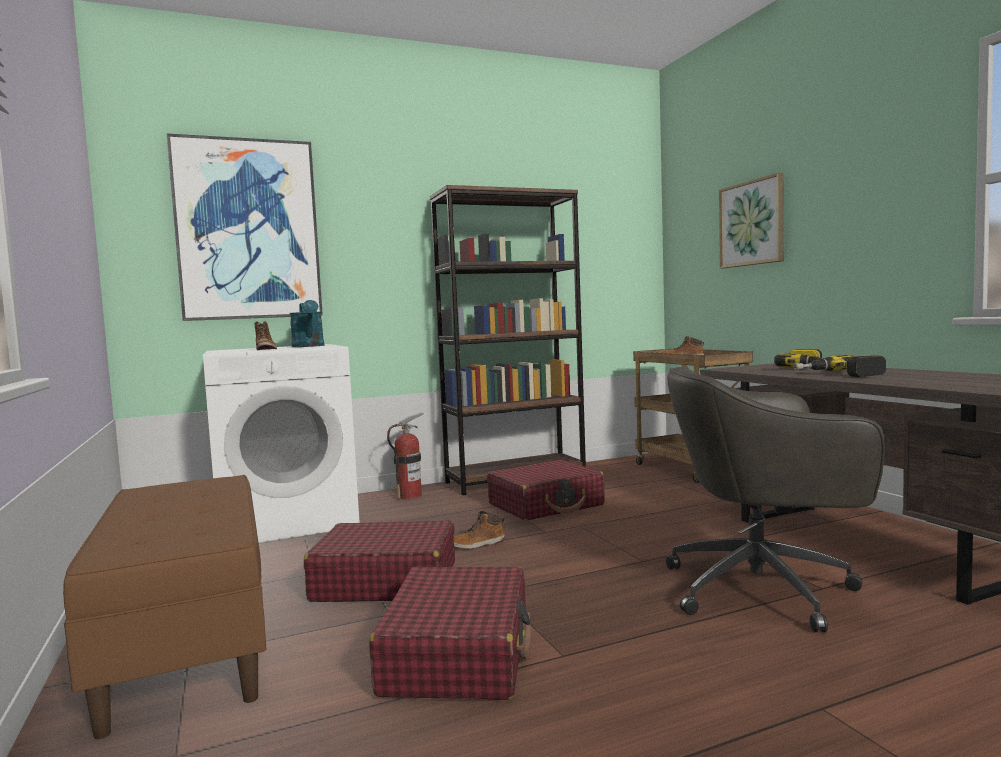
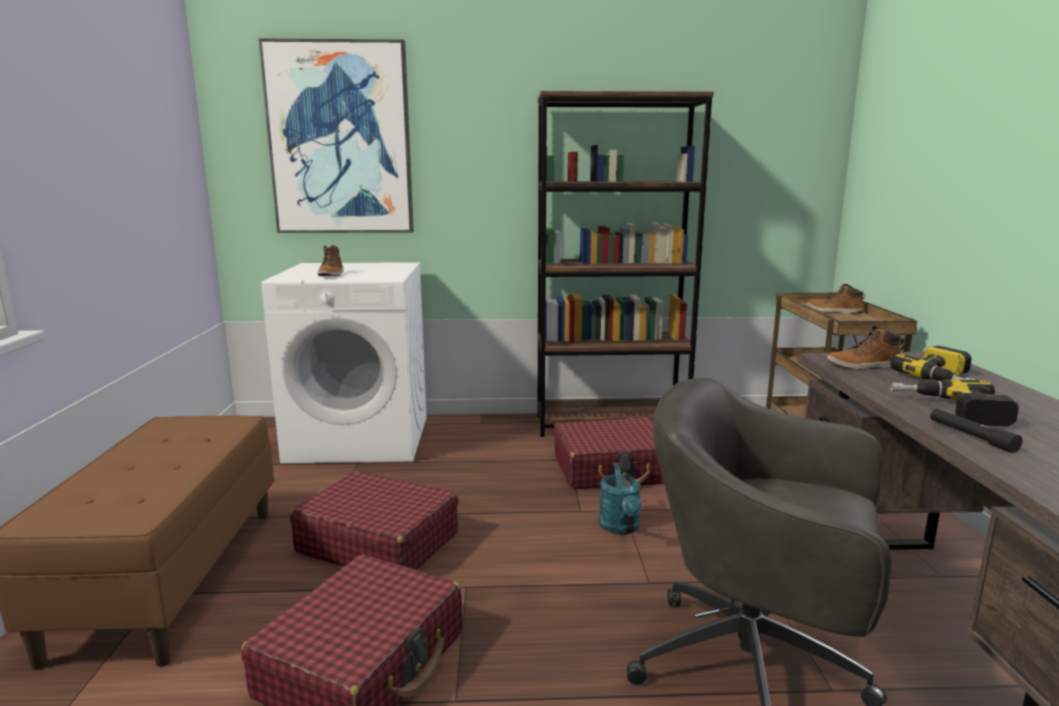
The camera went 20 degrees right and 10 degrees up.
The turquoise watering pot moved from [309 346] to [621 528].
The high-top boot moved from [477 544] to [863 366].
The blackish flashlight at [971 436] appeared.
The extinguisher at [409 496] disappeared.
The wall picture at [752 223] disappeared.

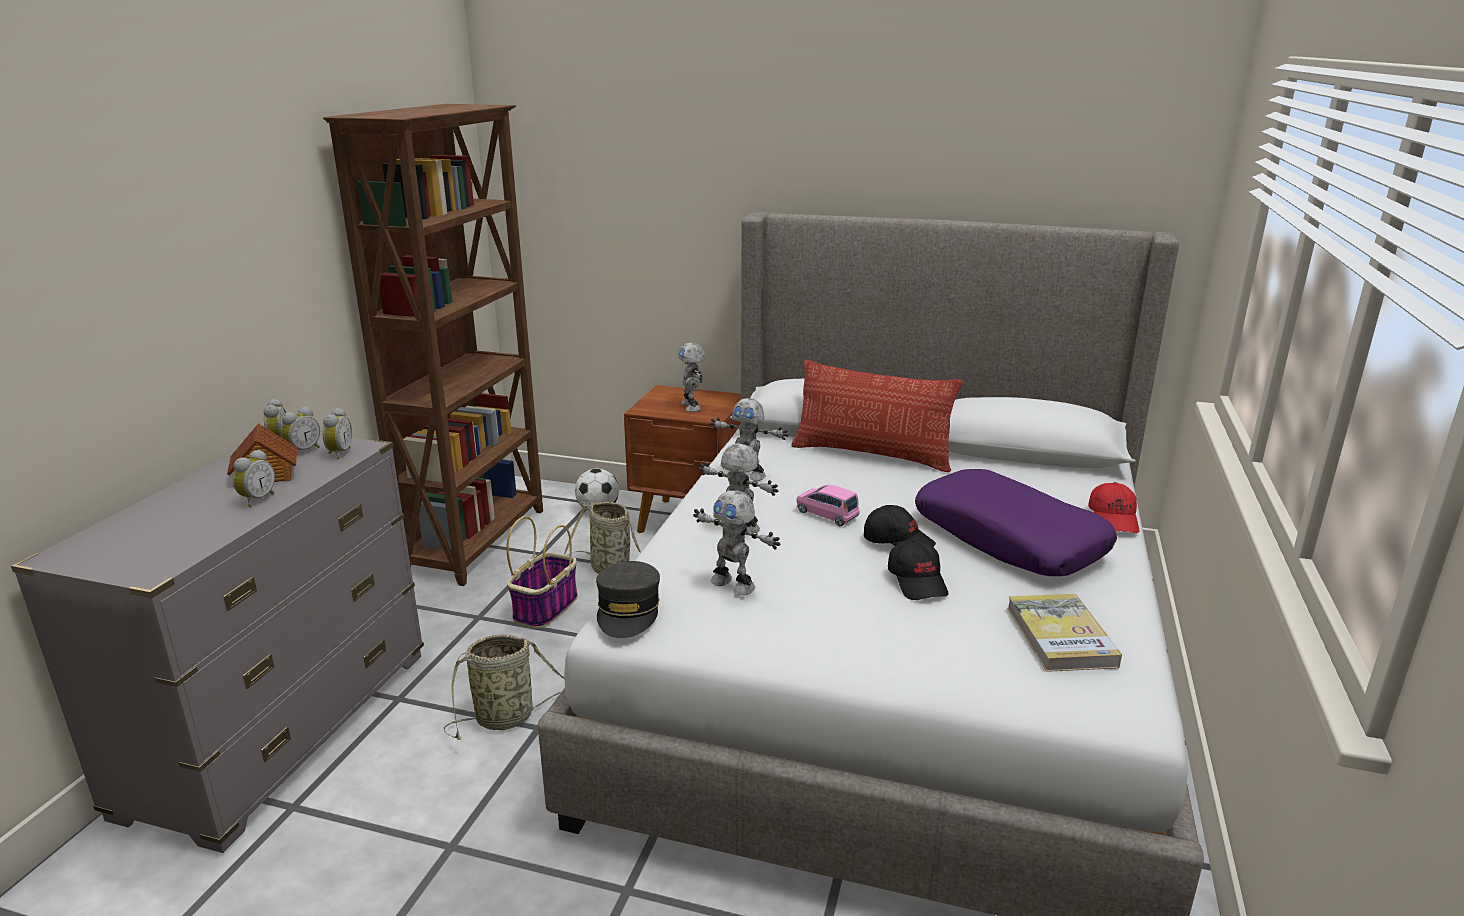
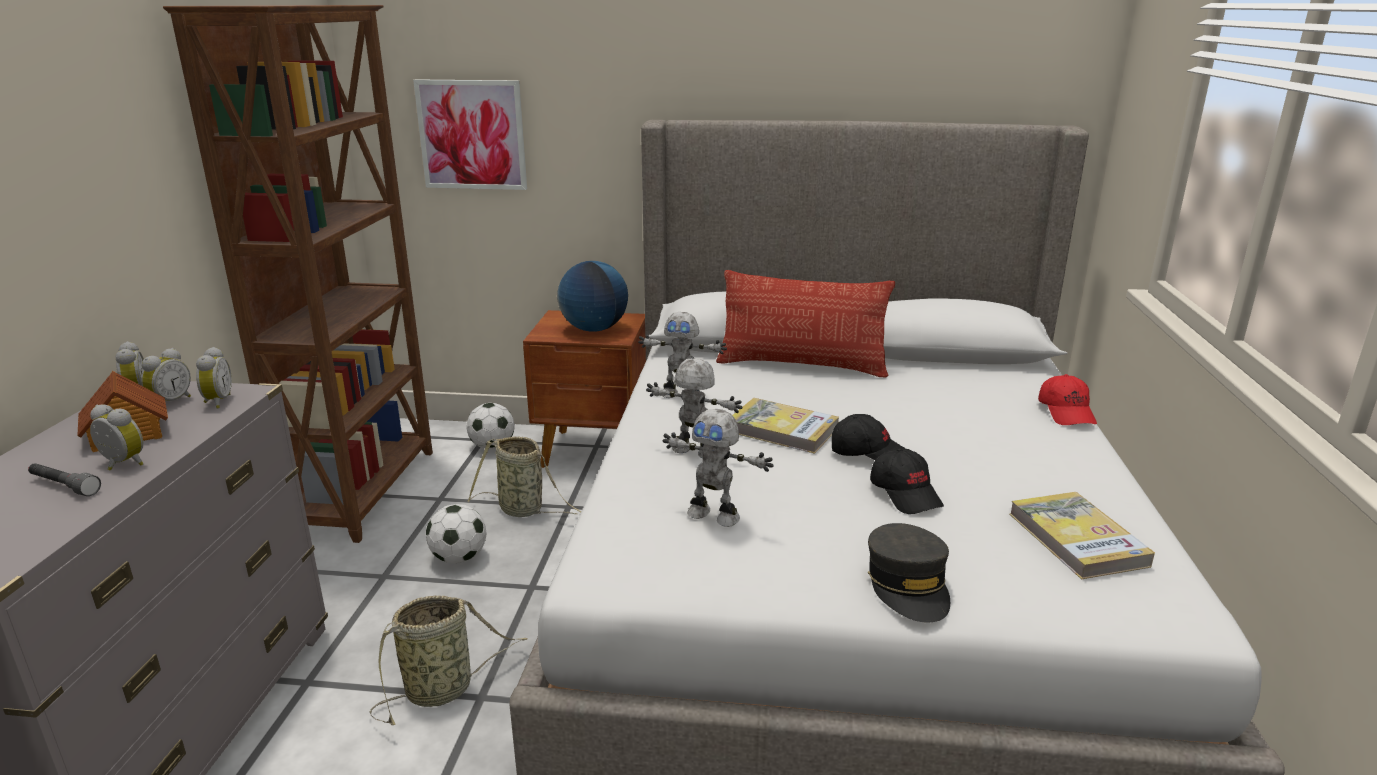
The camera went 10 degrees left and 0 degrees up.
The gray flashlight at [64 486] appeared.
The bedside clock at [256 500] turned 75 degrees counterclockwise.
The wall picture at [472 135] appeared.
The household basket at [546 608] was replaced by the football ball at [459 558].
The model robot at [692 406] was replaced by the world globe at [594 329].
The pink-coloured model car at [827 514] was replaced by the book at [782 430].
The gray cap moved from [628 611] to [908 585].
The purplish throw pillow at [1009 539] disappeared.

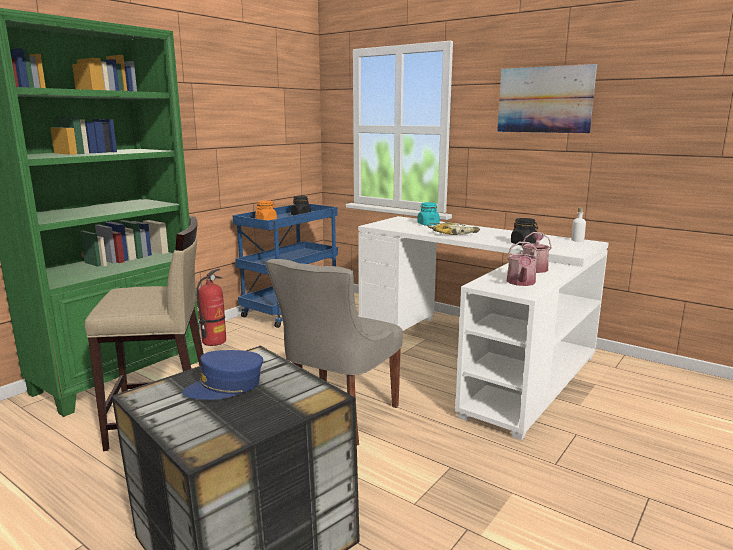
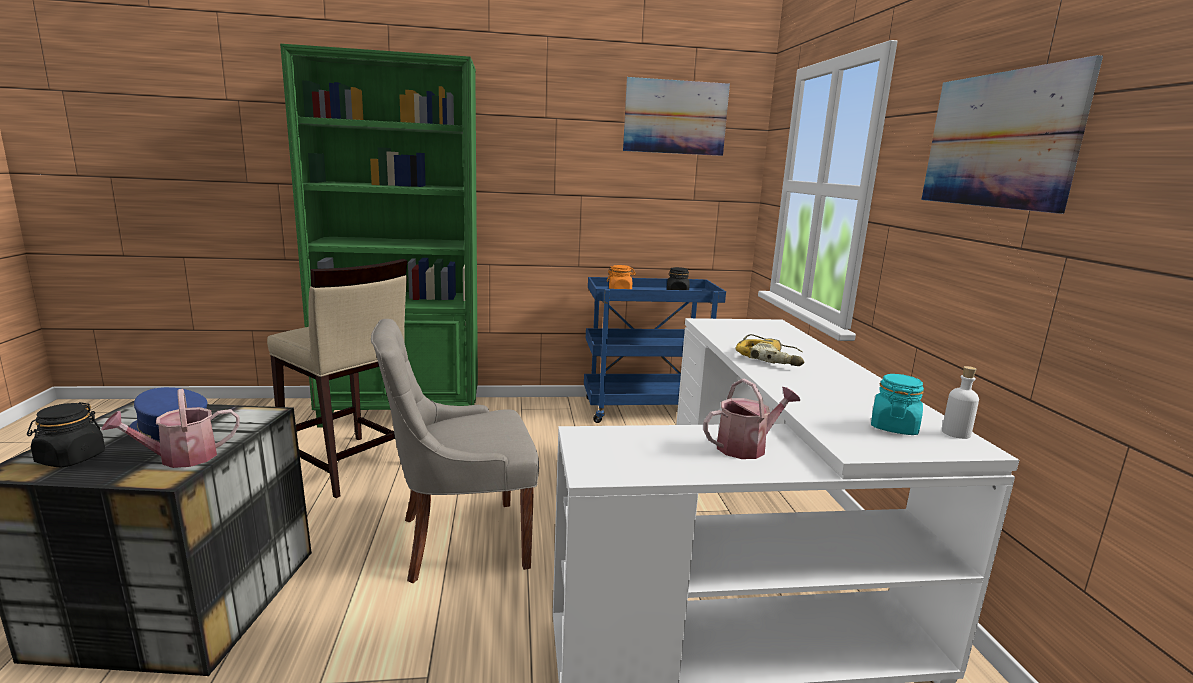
The camera went 45 degrees right and 0 degrees up.
The blackish preserve jar moved from [524 244] to [70 459].
The watering pot moved from [521 283] to [180 458].
The wall picture at [675 117] appeared.
The turquoise preserve jar moved from [428 224] to [893 427].
The extinguisher at [214 341] disappeared.

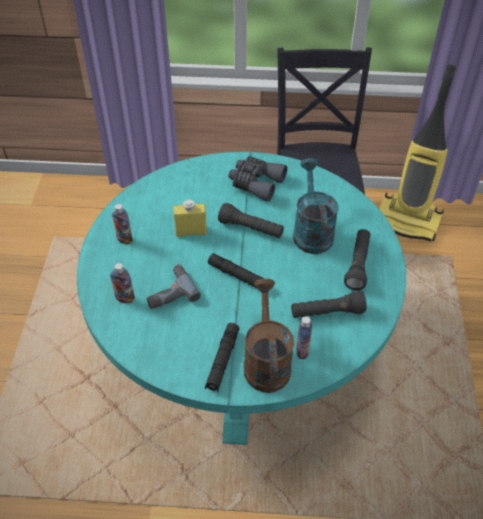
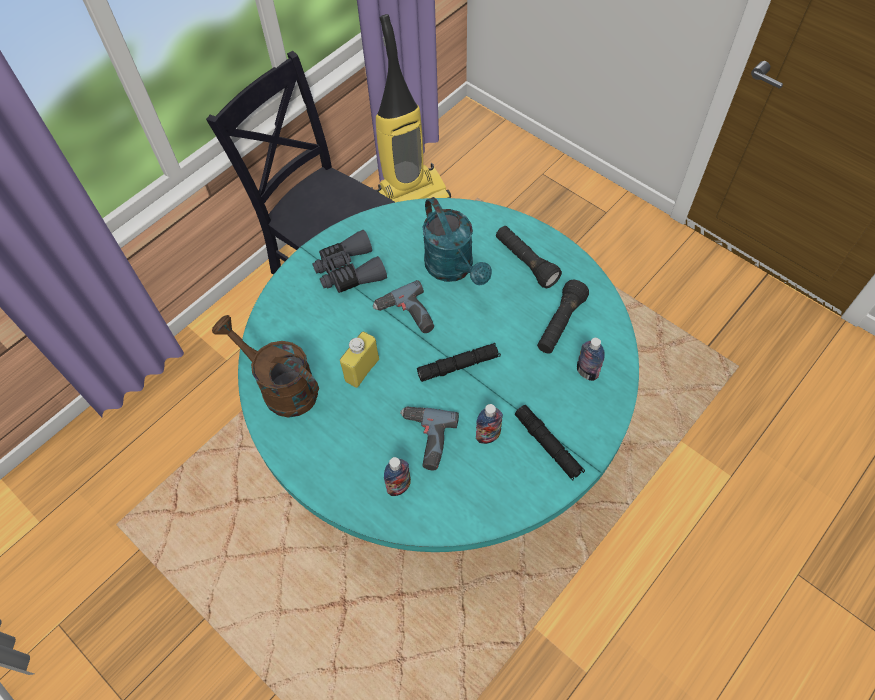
The camera went 50 degrees left and 10 degrees up.
The brown watering pot moved from [266 361] to [281 387].
The blackish flashlight at [251 229] was replaced by the drill at [406 316].
The turquoise watering pot at [311 231] turned 150 degrees counterclockwise.
The drink bottle moved from [124 239] to [488 436].

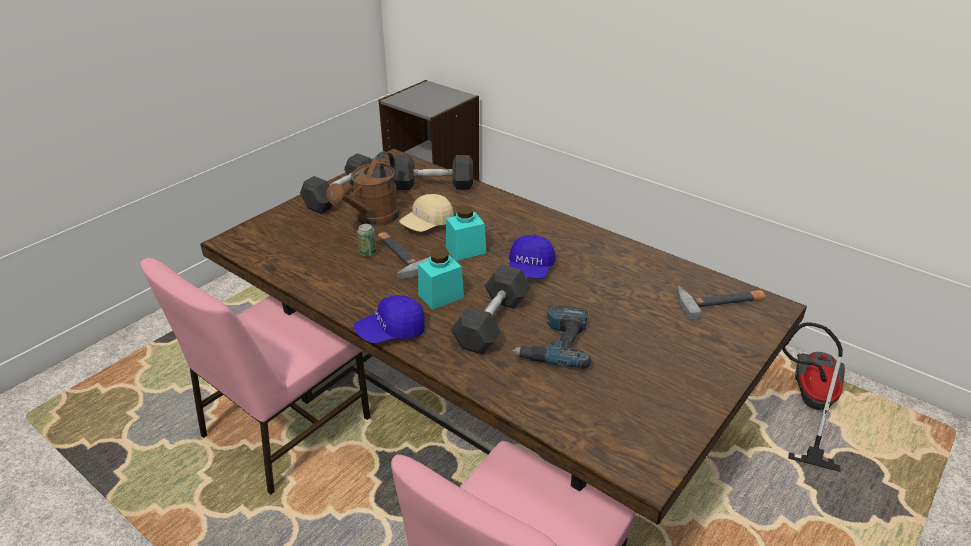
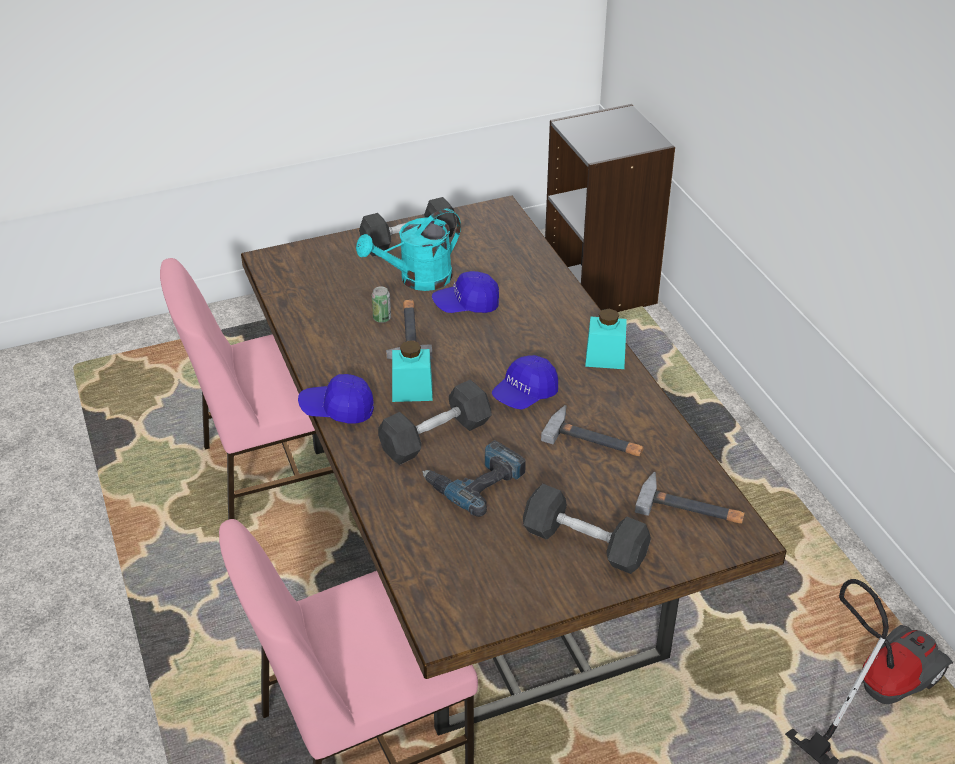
The camera went 30 degrees right and 5 degrees up.
The brown watering pot at [372 219] became the turquoise watering pot at [417 279].
The sand-coloured cap at [427 224] became the blue-coloured cap at [466 305].
The gray free weight moved from [433 185] to [584 544].
The hand hammer at [595 439] appeared.
The turquoise preserve jar moved from [465 250] to [605 358].

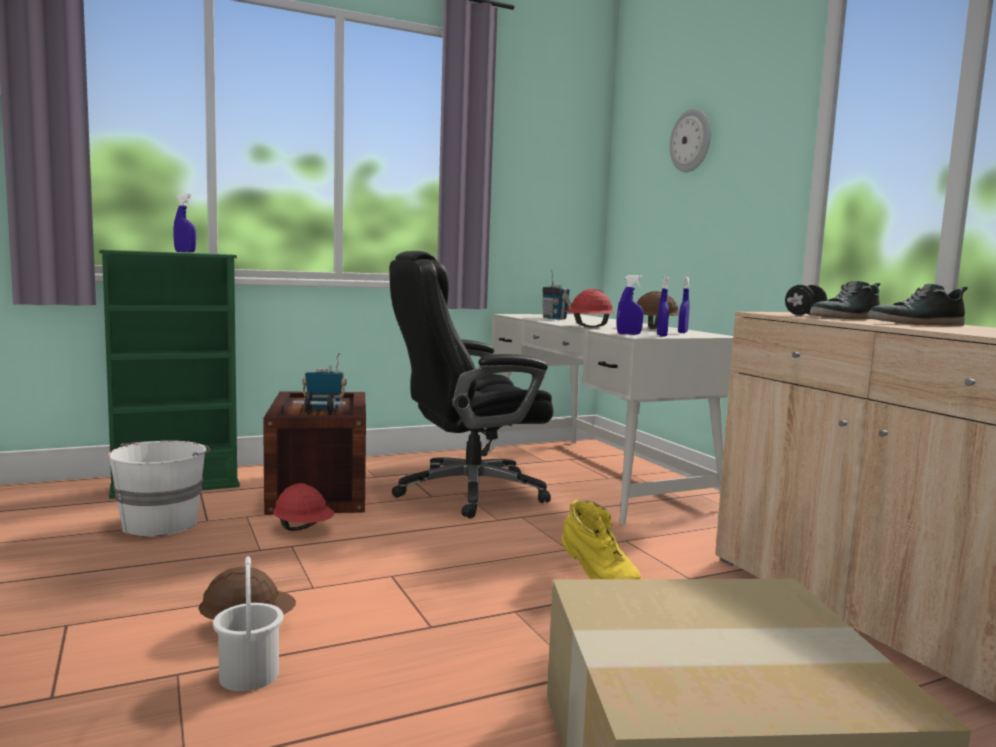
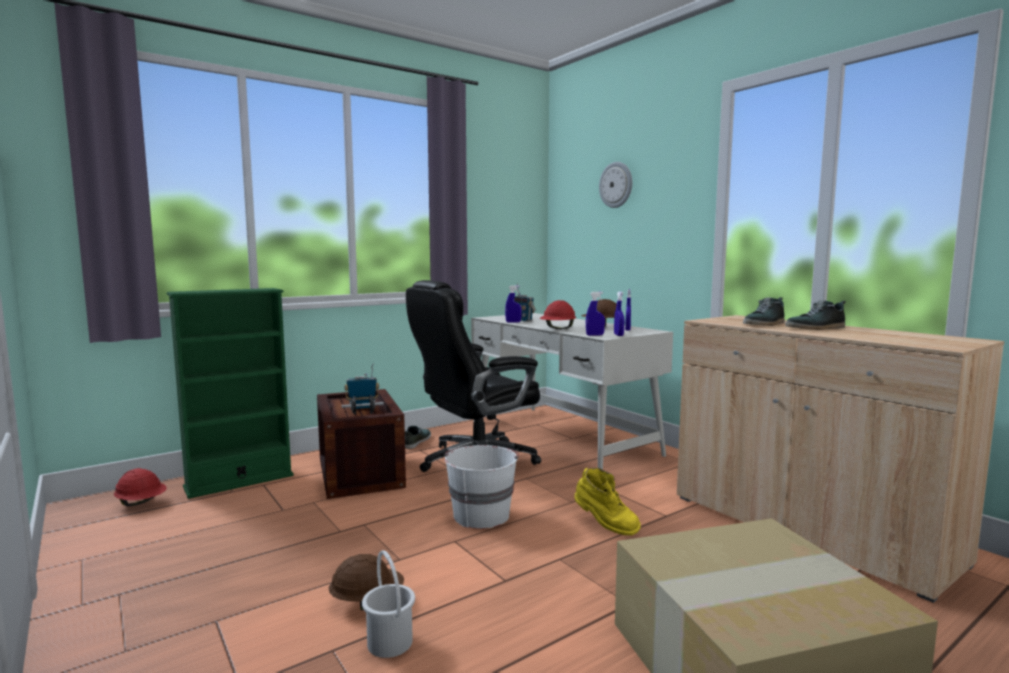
The camera went 10 degrees left and 0 degrees up.
The red-coloured hard hat moved from [304 529] to [142 503].
The item of footwear at [416 441] appeared.
The whitish pail moved from [161 523] to [481 515].
The blue-coloured hand sprayer moved from [185 252] to [513 322].
The blackish free weight at [804 315] disappeared.

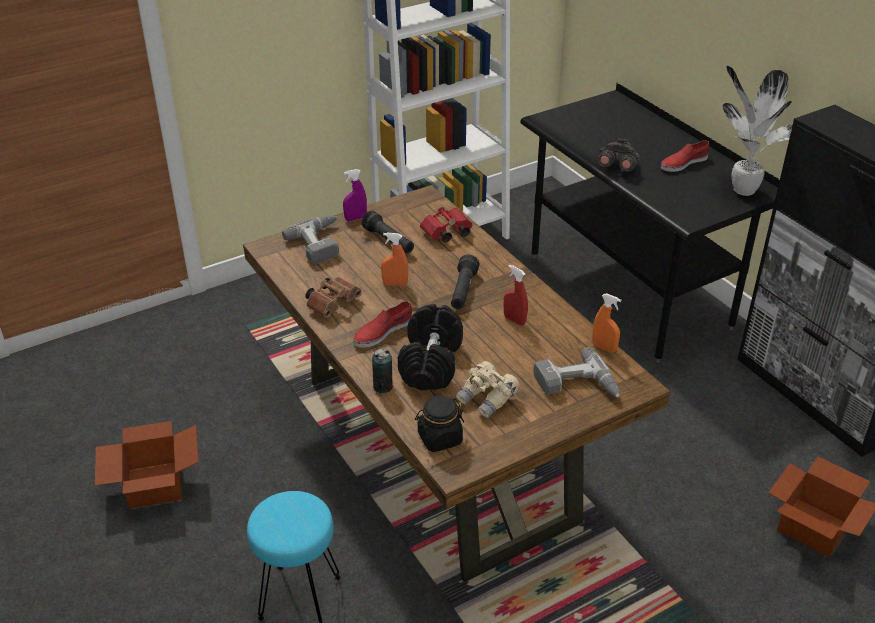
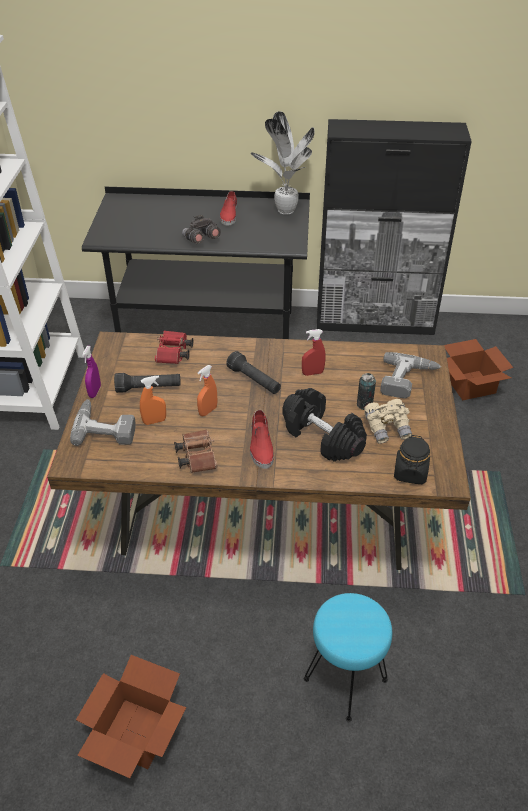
The camera went 55 degrees left and 5 degrees up.
The orange-coloured hand sprayer moved from [604 348] to [154 421].
The metal can moved from [383 387] to [364 404].

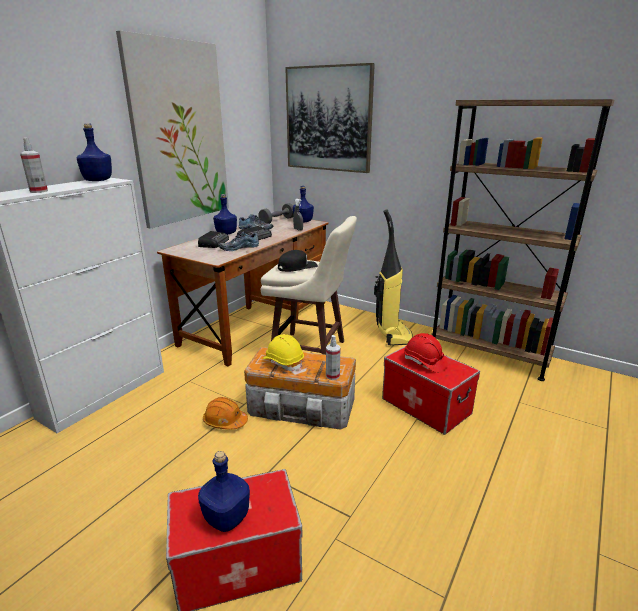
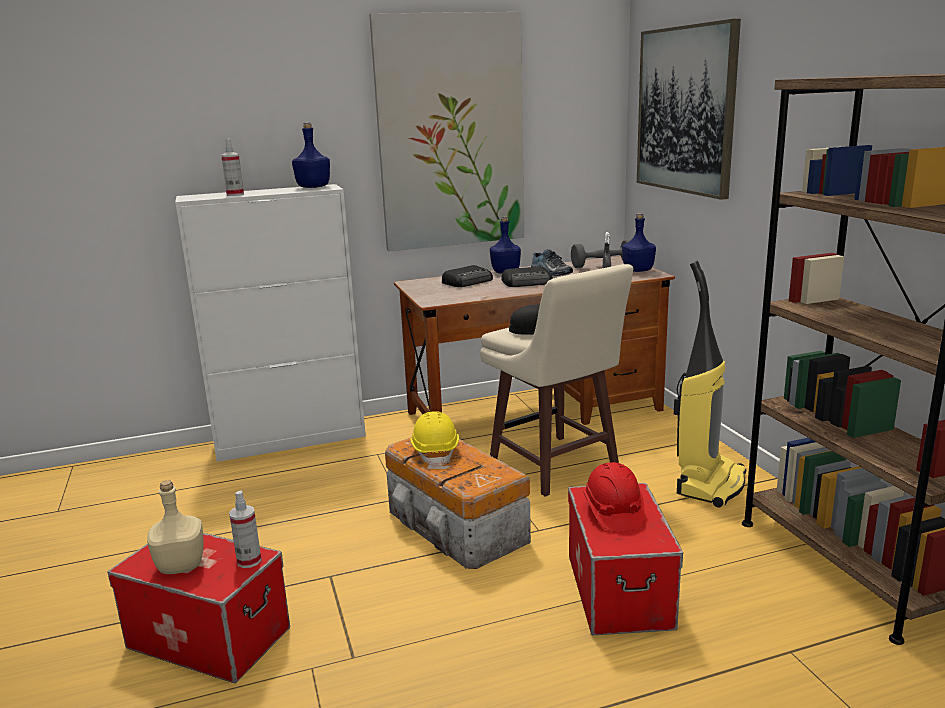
The camera went 40 degrees right and 5 degrees down.
The blue-coloured drink bottle at [226 519] became the sand-coloured drink bottle at [180 566].
The hand sprayer moved from [332 376] to [249 561].
The orange-coloured hard hat at [225 421] disappeared.
The item of footwear at [239 247] disappeared.

